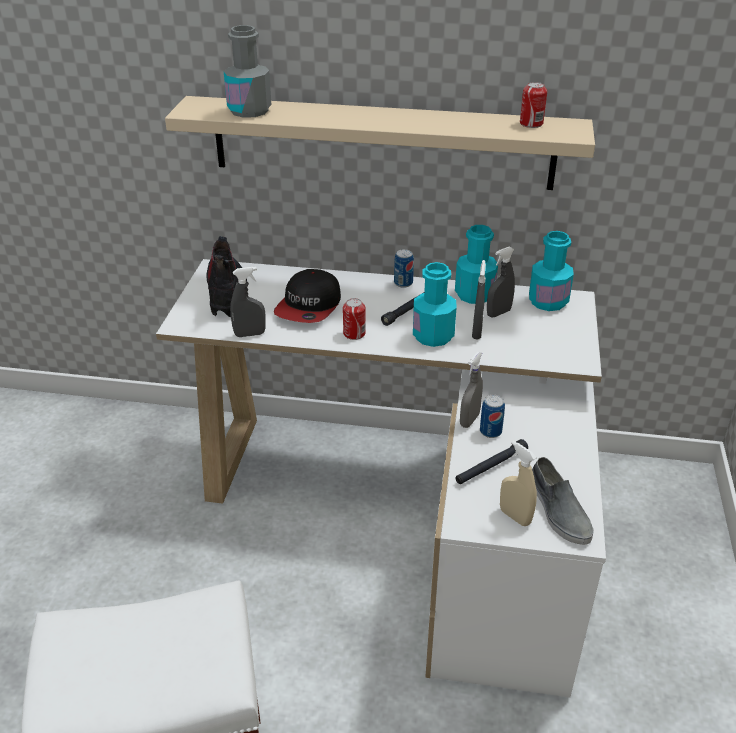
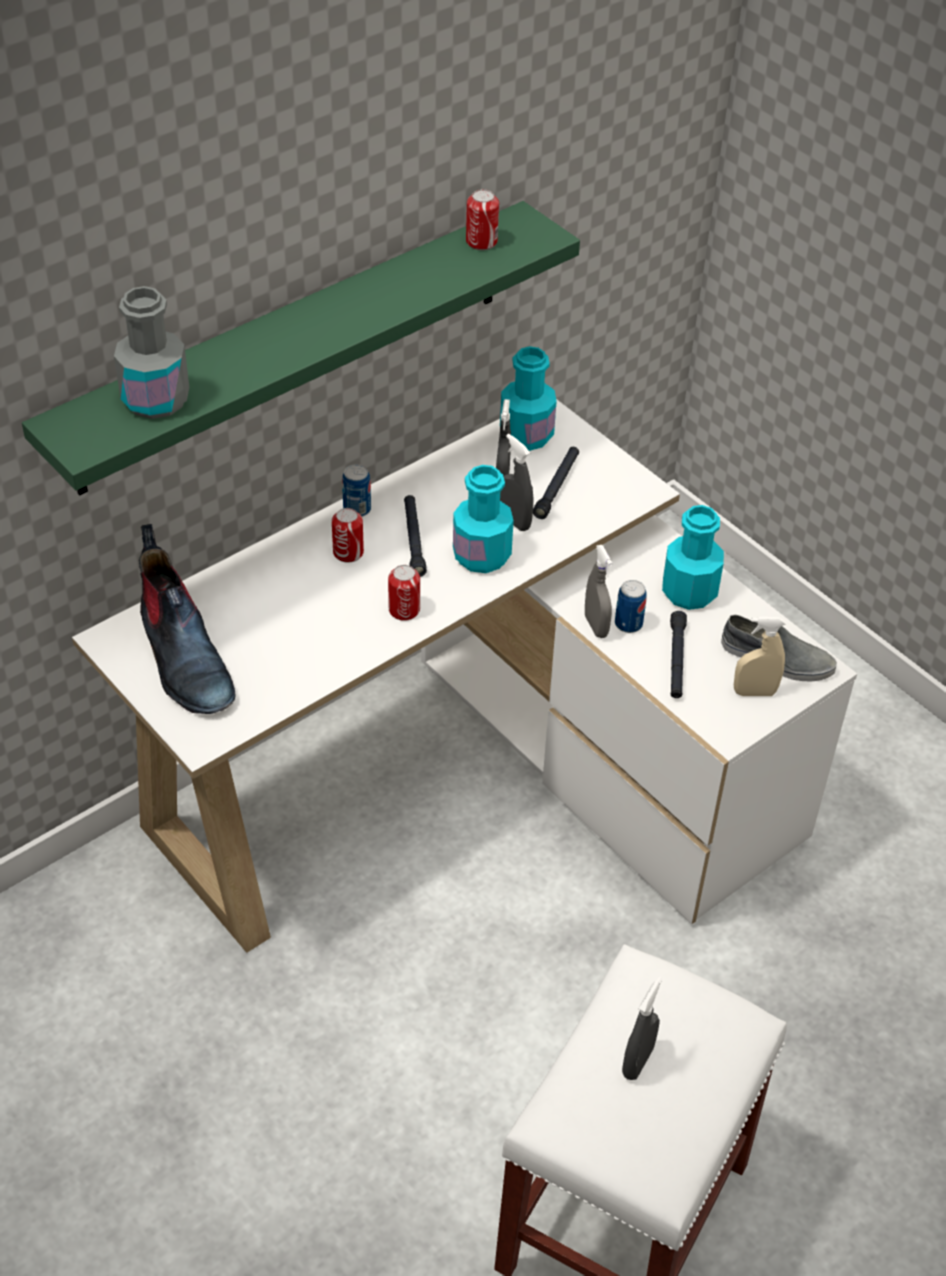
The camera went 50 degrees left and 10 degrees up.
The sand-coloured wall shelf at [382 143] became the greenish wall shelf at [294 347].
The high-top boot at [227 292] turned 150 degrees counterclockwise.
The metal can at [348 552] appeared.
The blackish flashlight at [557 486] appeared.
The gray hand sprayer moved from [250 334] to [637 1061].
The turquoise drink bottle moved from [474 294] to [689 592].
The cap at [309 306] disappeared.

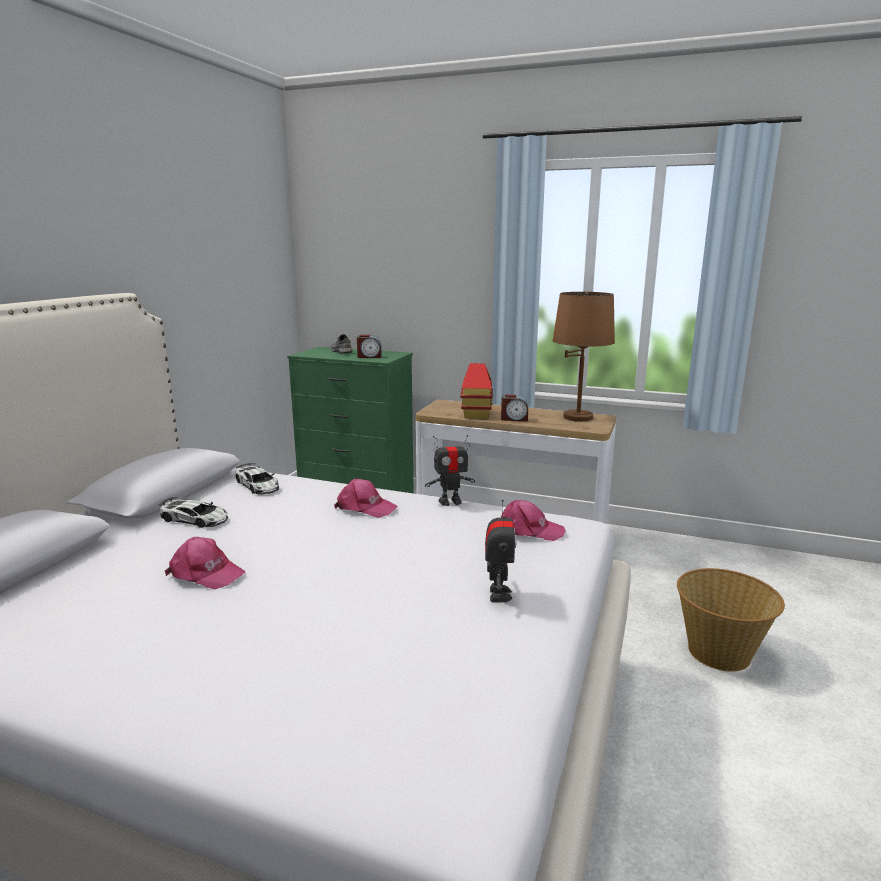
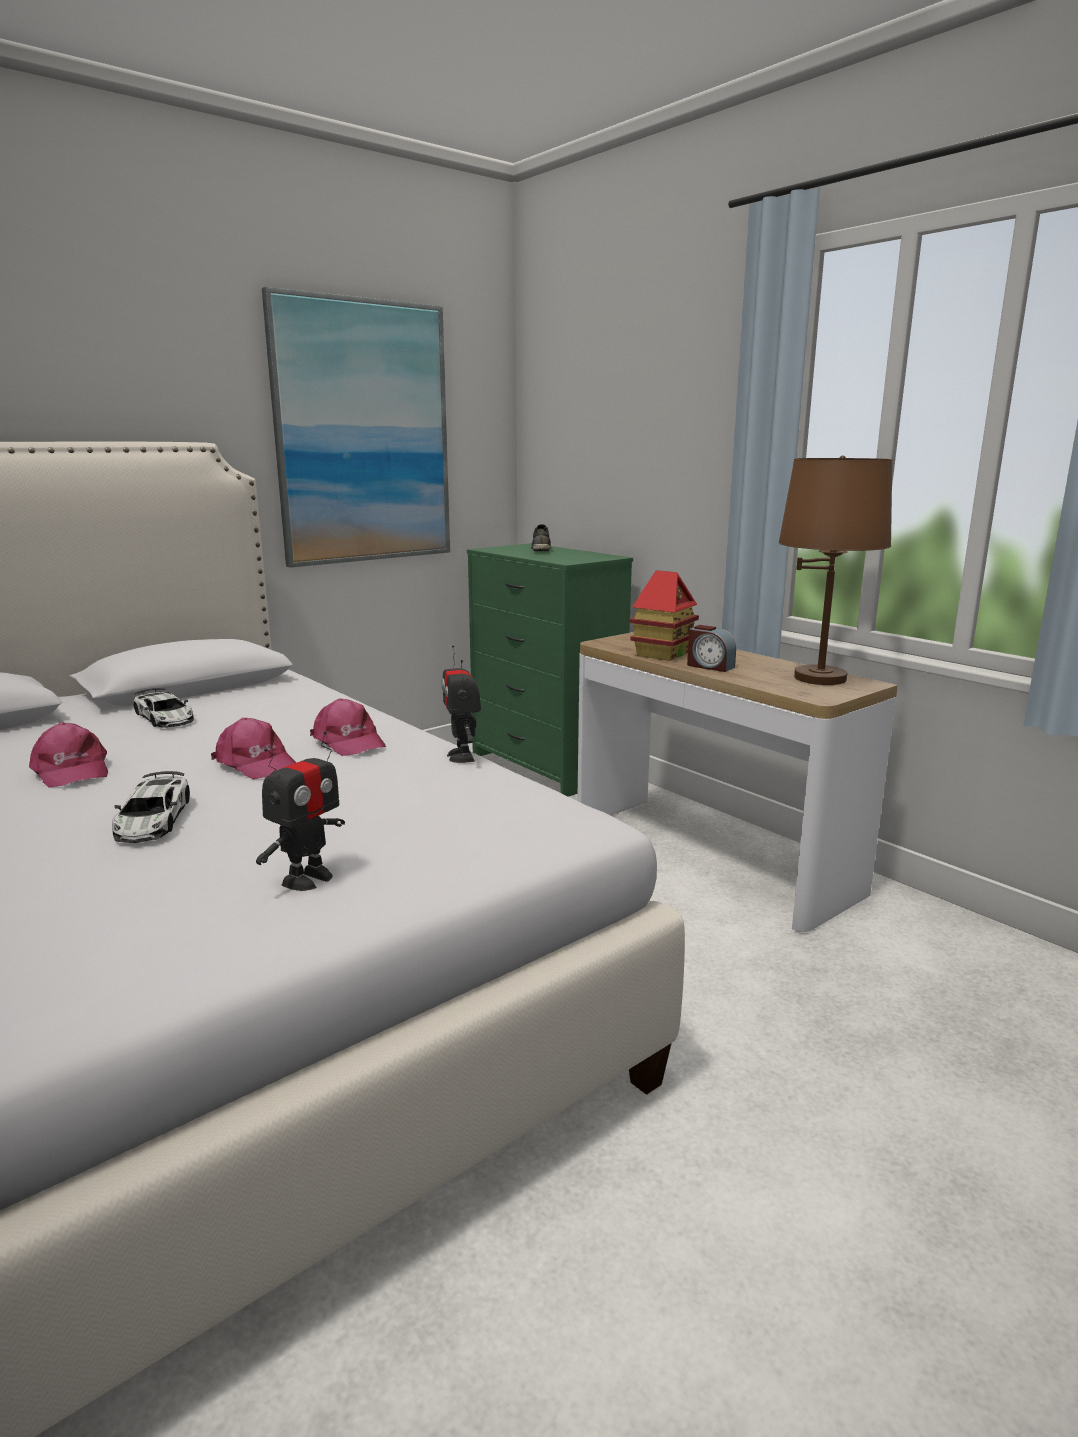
The camera went 30 degrees right and 0 degrees up.
The model car moved from [257 485] to [153 819].
The pink-coloured cap moved from [528 531] to [256 763].
The wall picture at [363 434] appeared.
The model robot at [450 501] turned 60 degrees clockwise.
The bedside clock at [369 357] disappeared.
The household basket at [719 652] disappeared.

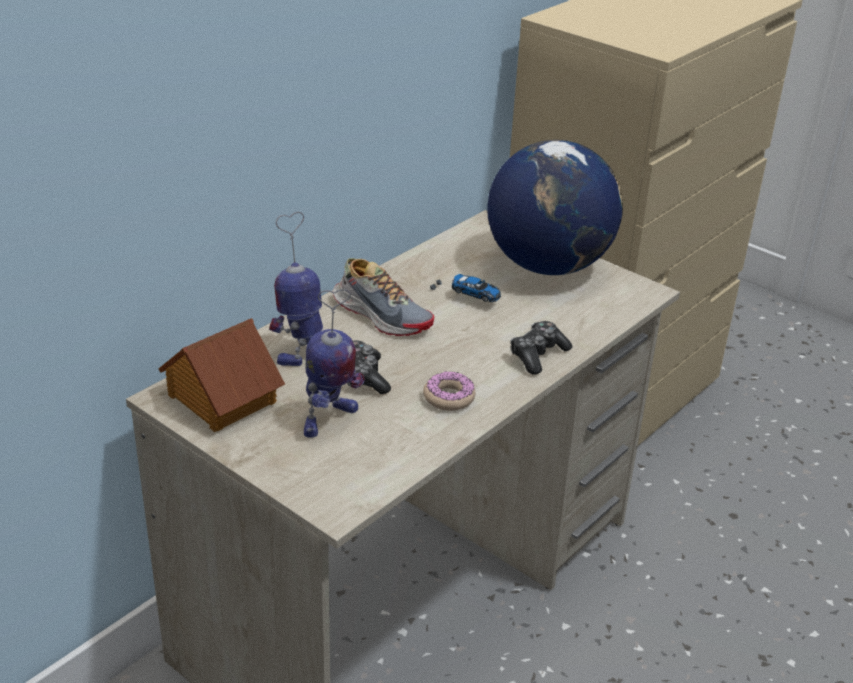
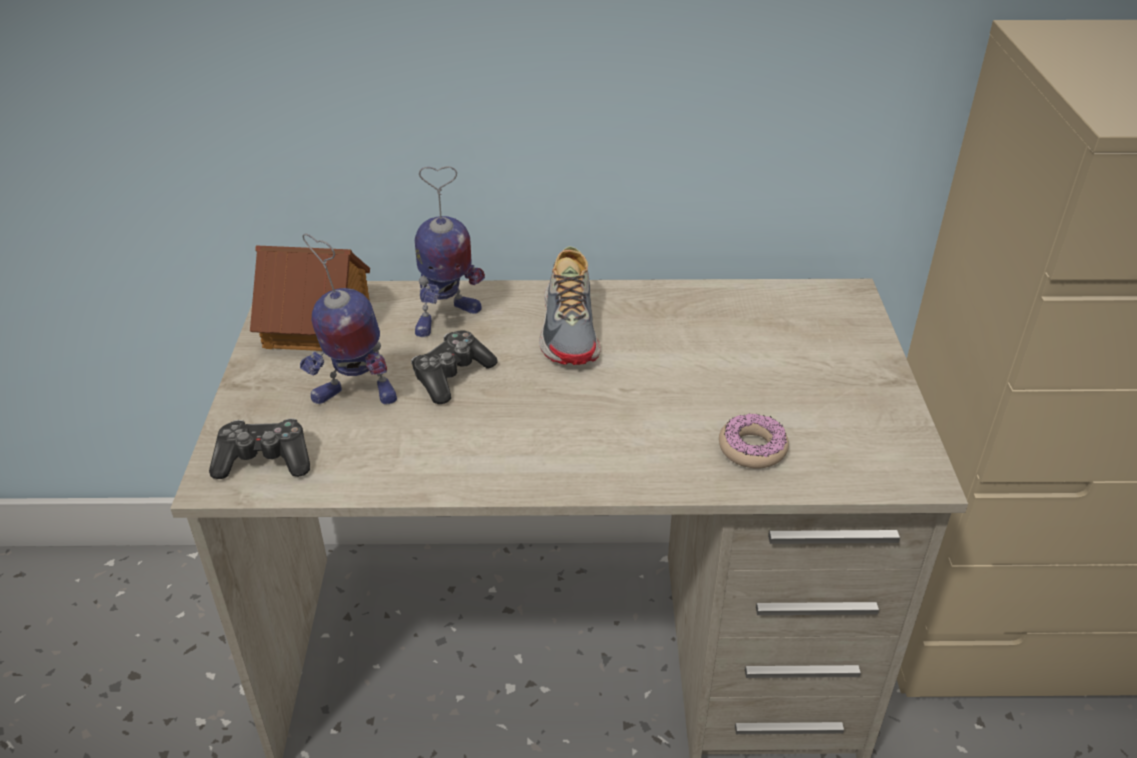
The camera went 50 degrees right and 5 degrees up.
The joypad moved from [538 355] to [264 460].
The model robot at [301 350] turned 150 degrees clockwise.
The ring doughnut moved from [449 397] to [752 448].
The model car at [465 296] disappeared.
The world globe at [548 265] disappeared.

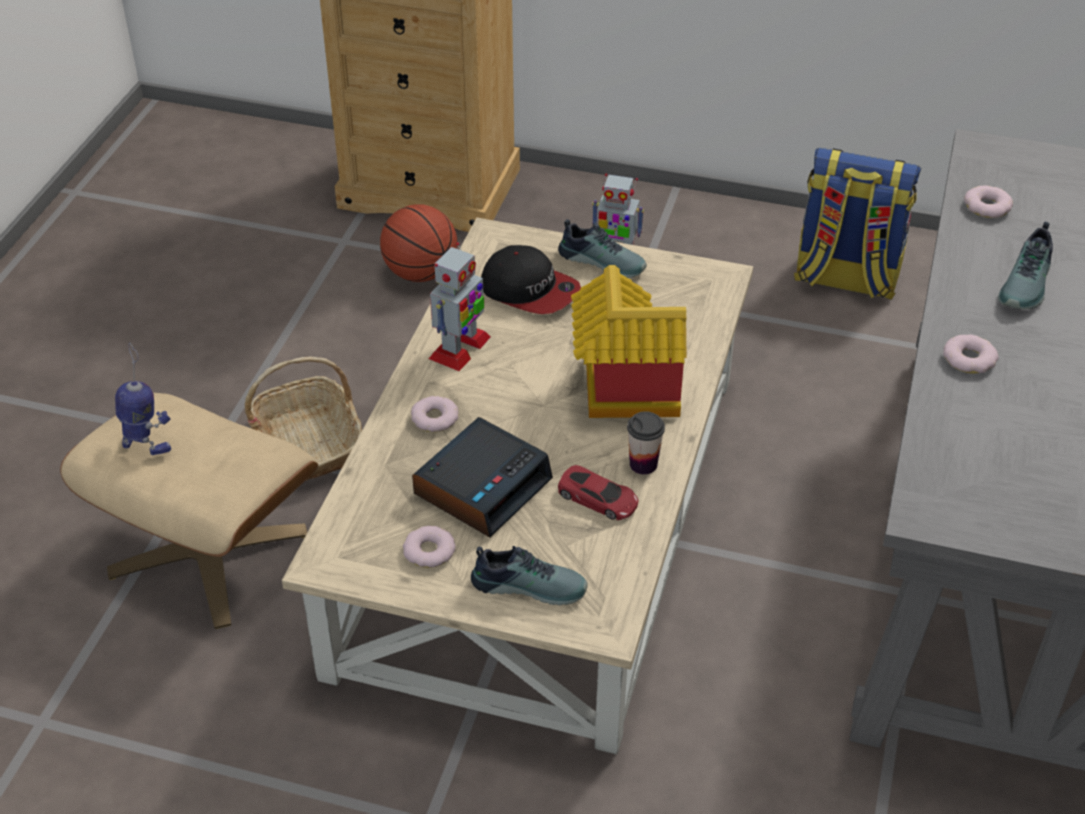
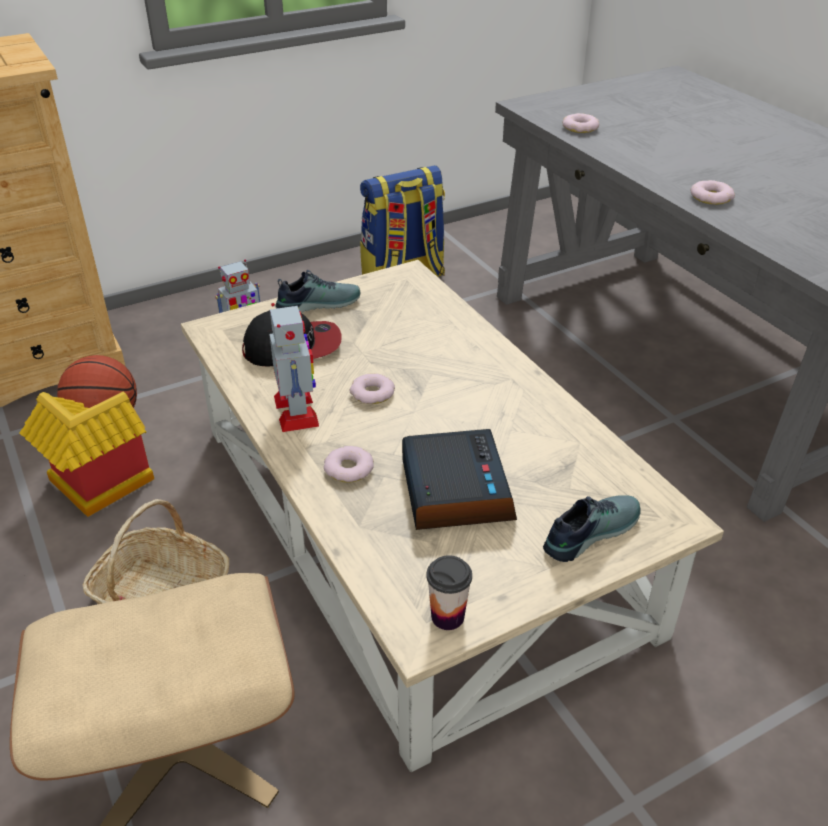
The camera went 45 degrees left and 5 degrees down.
The toy house moved from [619 392] to [95 488].
The ring doughnut moved from [429 551] to [372 393].
The small cup moved from [643 464] to [447 616].
The model robot at [146 445] disappeared.
The red-coloured model car at [598 498] disappeared.
The item of footwear at [1028 284] disappeared.

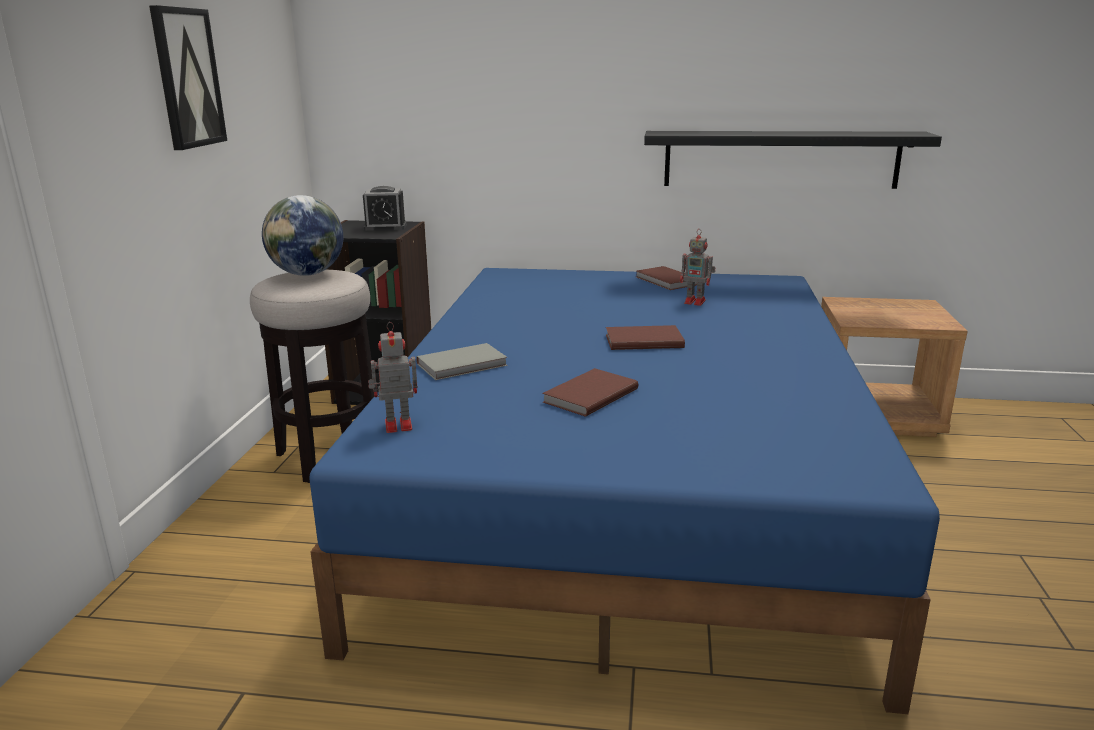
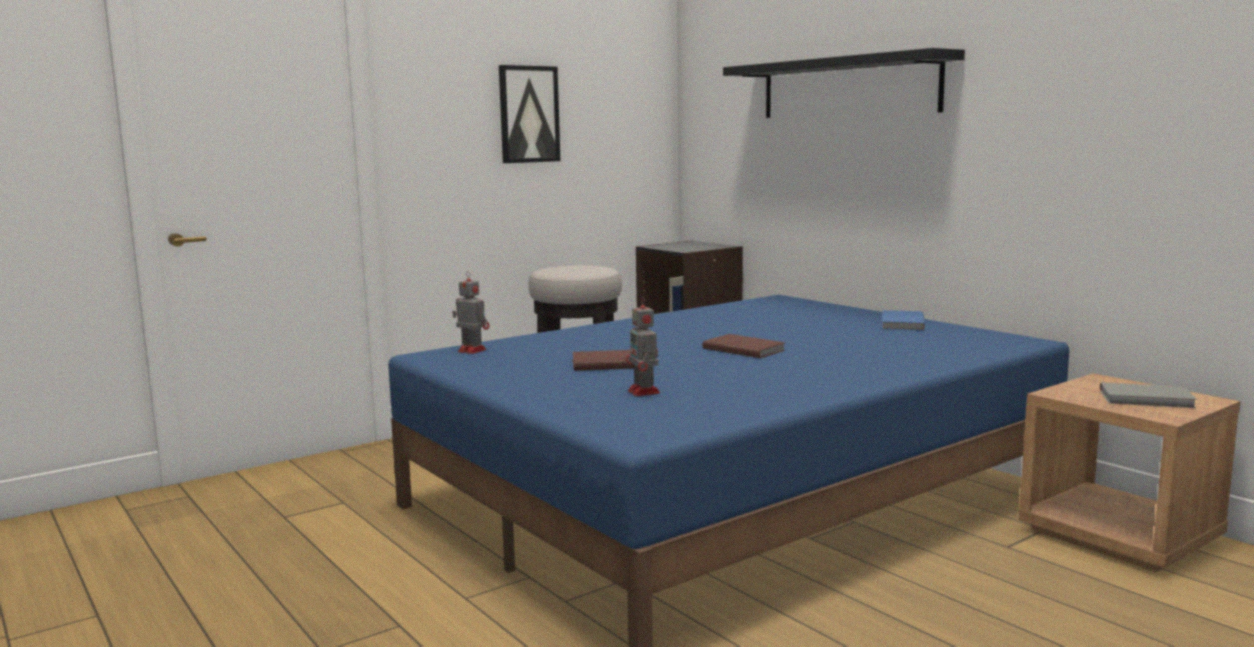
The camera went 45 degrees right and 10 degrees down.
The model robot moved from [696 302] to [644 392].
The blackish wall shelf moved from [780 159] to [847 87].
The brown book at [666 281] became the blue-coloured book at [901 323].
The gray book moved from [463 365] to [1148 399].
The world globe at [307 274] disappeared.
The bedside clock at [385 227] disappeared.

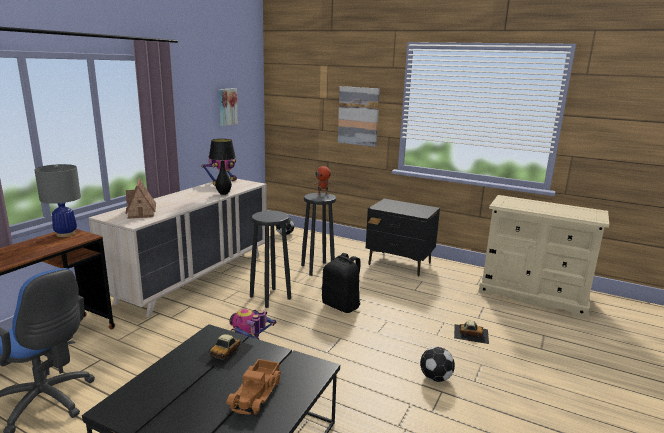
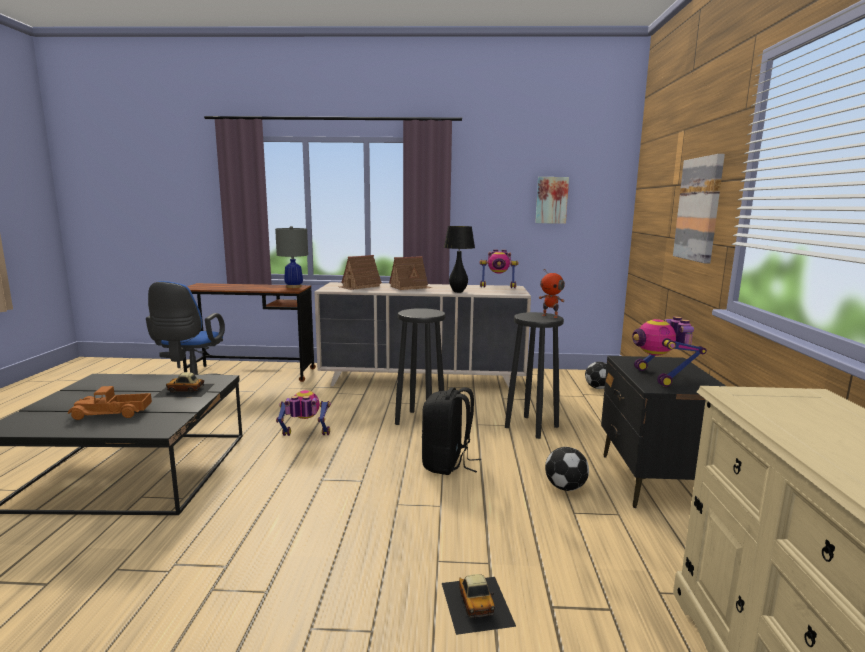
The camera went 65 degrees right and 5 degrees down.
The toy house at [410 287] appeared.
The football ball moved from [436 378] to [565 488].
The model robot at [659 377] appeared.

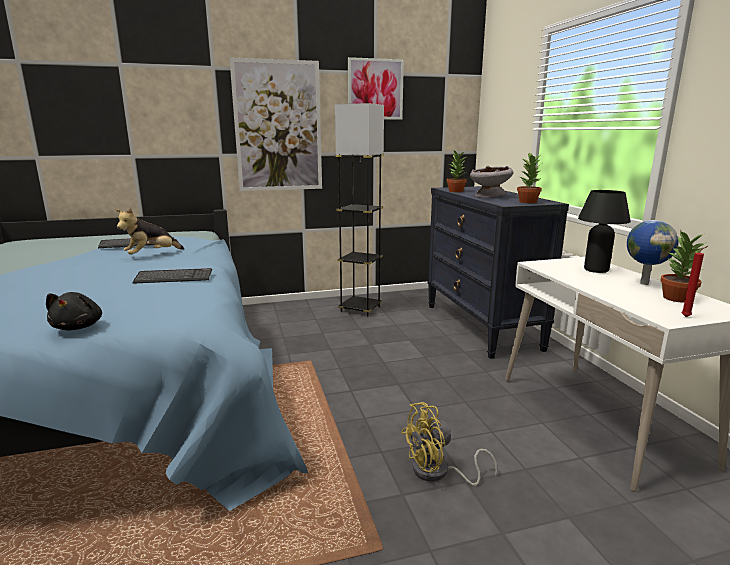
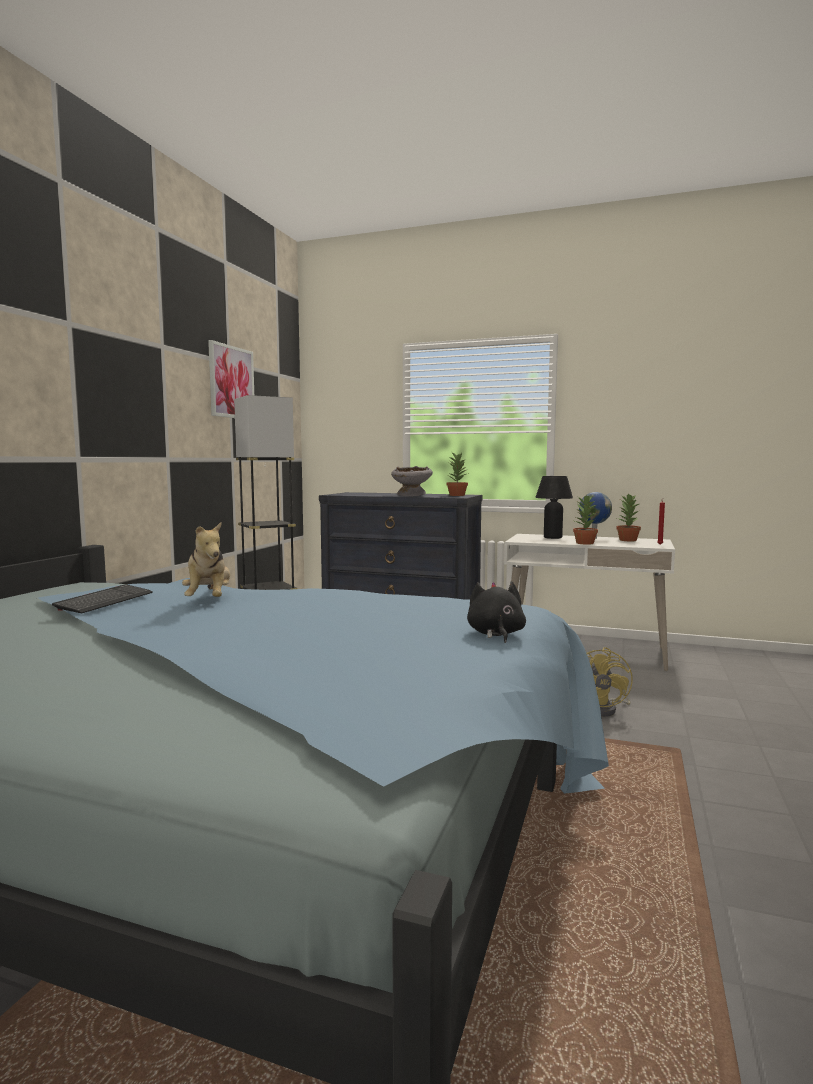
The camera went 55 degrees left and 10 degrees down.
The blackish cuddly toy at [79 327] turned 120 degrees counterclockwise.
The potted plant moved from [455 191] to [584 543].
The PC keyboard at [174 278] disappeared.
The wall picture at [278 127] disappeared.

